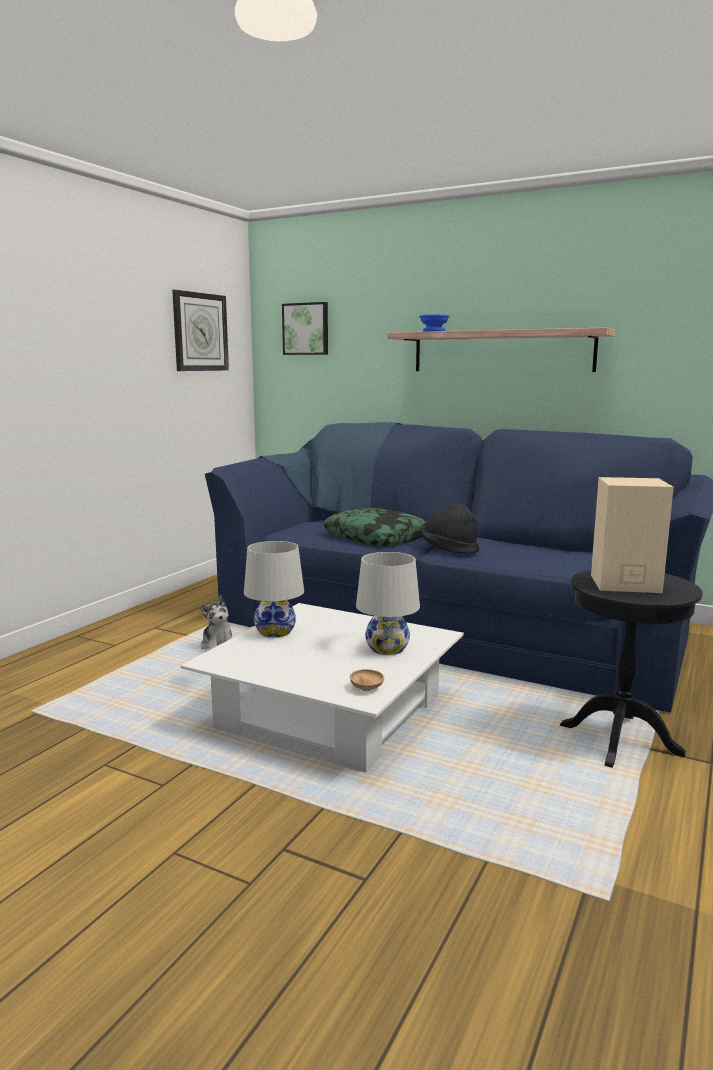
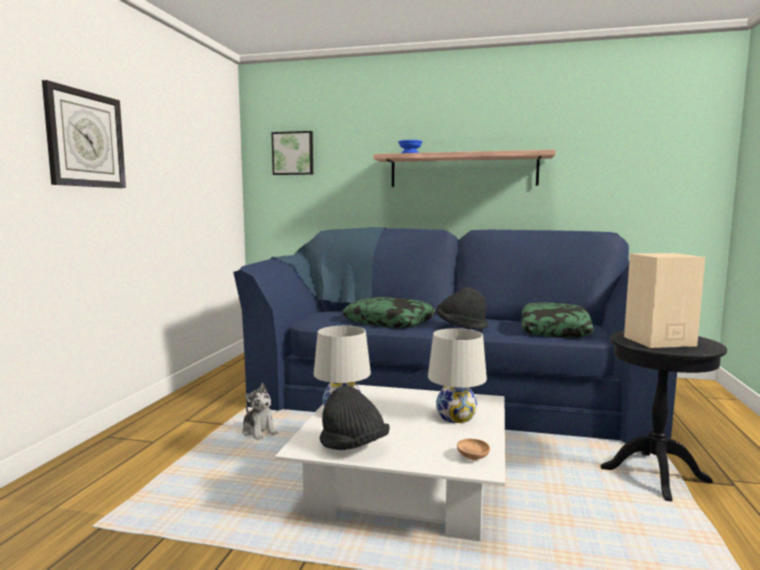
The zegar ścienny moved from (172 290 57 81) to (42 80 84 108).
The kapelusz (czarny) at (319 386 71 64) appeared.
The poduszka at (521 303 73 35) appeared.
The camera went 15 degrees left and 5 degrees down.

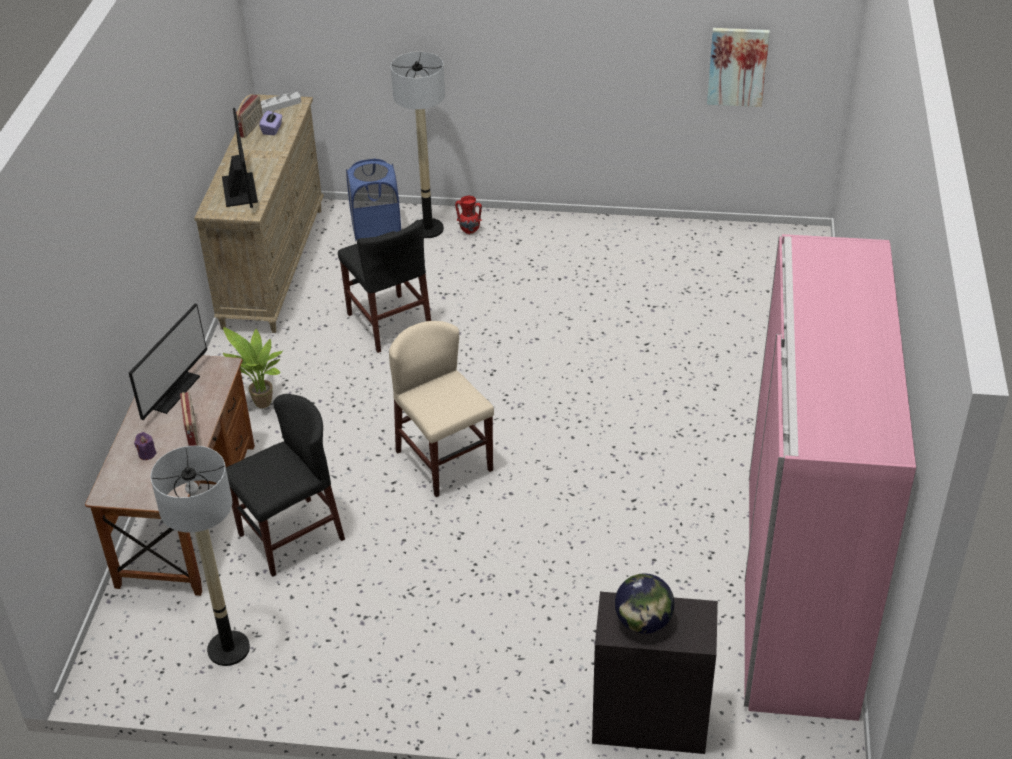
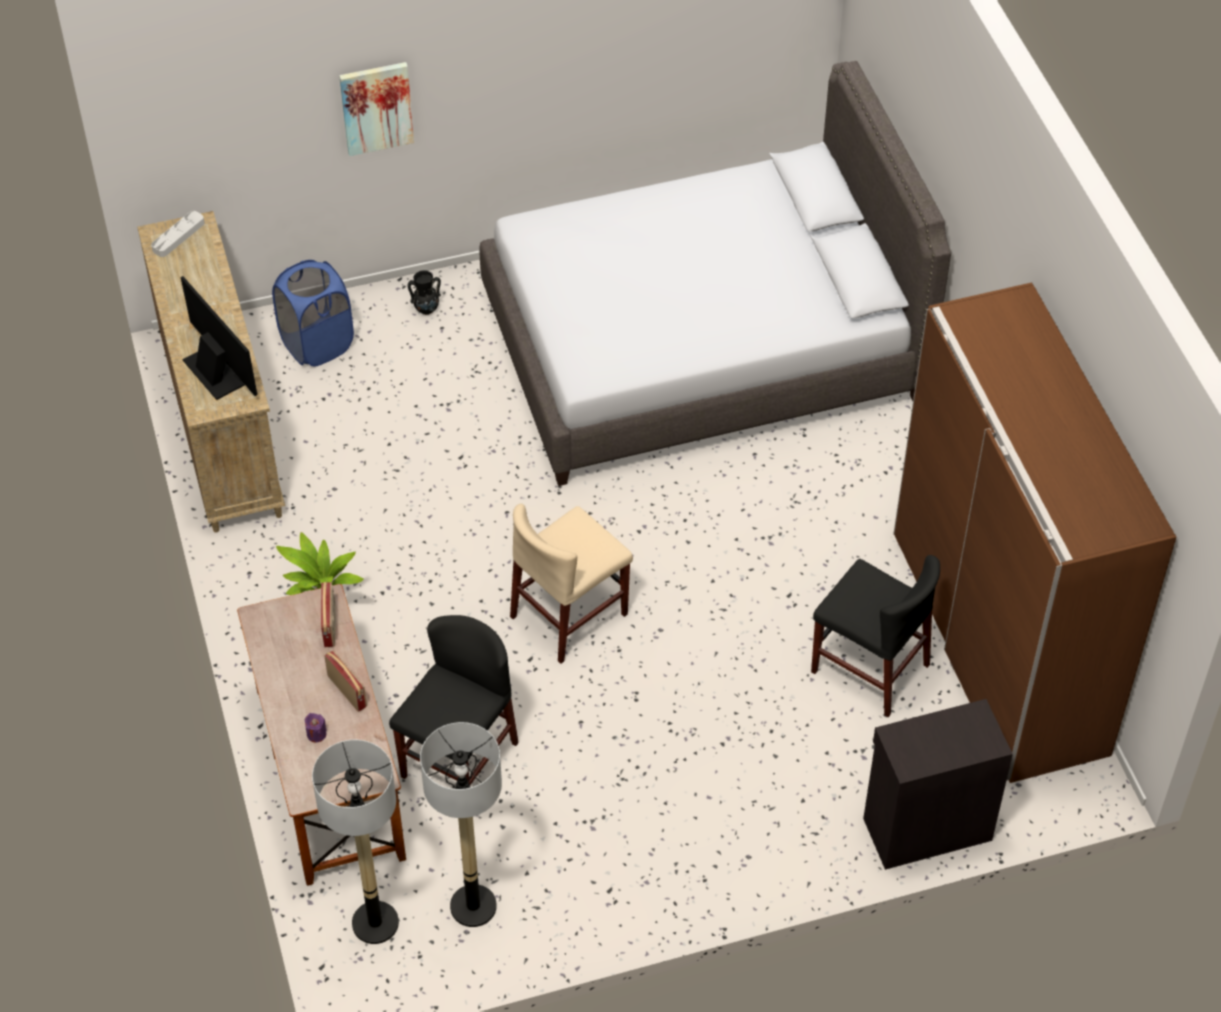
The lampa stojąca moved from (391 52 54 186) to (312 740 87 204).
The radio moved from (236 94 27 44) to (321 582 14 65).
The obraz moved from (707 28 63 79) to (339 62 75 94).
The wazon (czerwony) at (455 196 27 38) became the wazon (czarny) at (408 270 33 45).
The łóżko (szary) at (479 61 472 425) appeared.
The krzesło (beżowy) at (389 321 105 176) turned 75 degrees counterclockwise.
The krzesło (czarny) moved from (338 220 93 133) to (811 555 129 162).
The szafa (różowy) at (744 234 172 487) became the szafa (brązowy) at (893 282 283 501).
The monitor at (129 304 78 116) disappeared.
The pudełko chusteczek (fioletowy) at (259 110 24 25) disappeared.
The globus at (615 573 60 61) disappeared.
The camera went 25 degrees left and 10 degrees up.

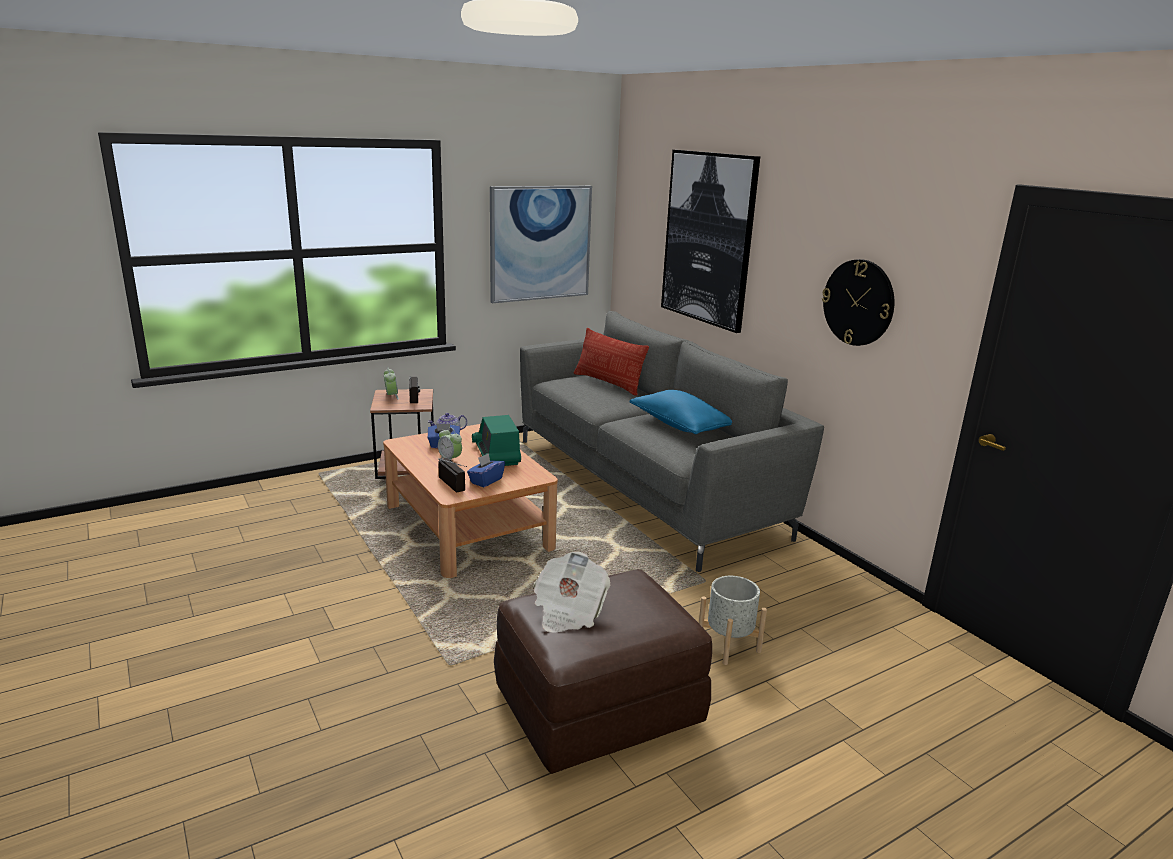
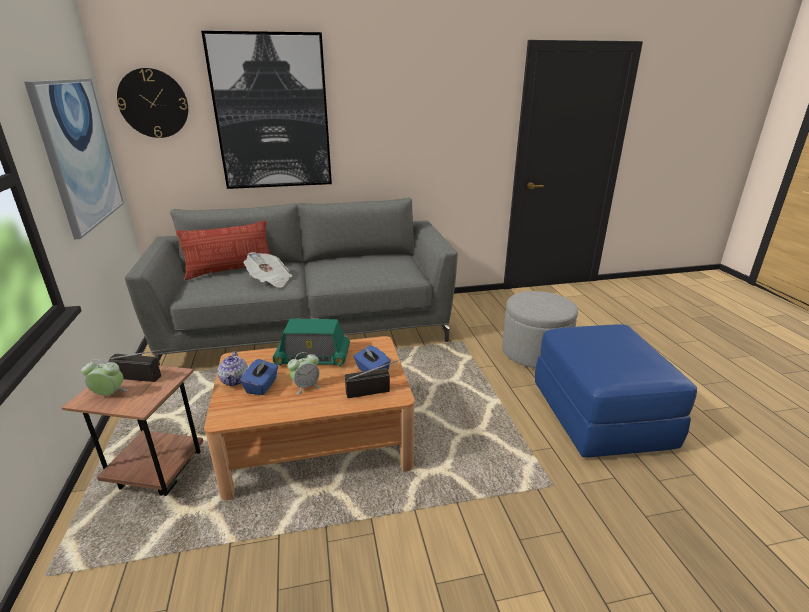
The zegar ścienny moved from (822 259 72 87) to (117 68 71 70).
The gazeta moved from (533 551 77 82) to (244 252 48 36).
The donica (szary) at (699 576 68 89) was replaced by the pufa (szary) at (502 291 76 77).
The pufa (brązowy) at (494 569 218 205) became the pufa (niebieski) at (535 324 162 133).
The poduszka (niebieski) at (629 390 103 44) disappeared.
The camera went 70 degrees left and 5 degrees up.

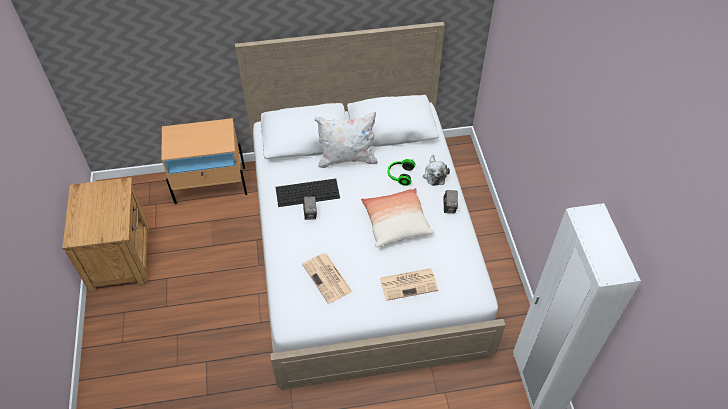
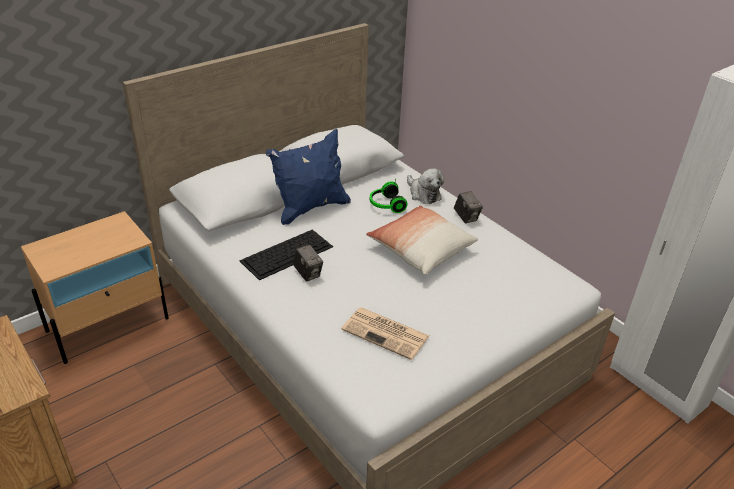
The poduszka (biały) at (314 112 64 56) became the poduszka (niebieski) at (266 129 85 96).
The gazeta at (380 268 59 33) disappeared.
The camera went 30 degrees left and 15 degrees down.

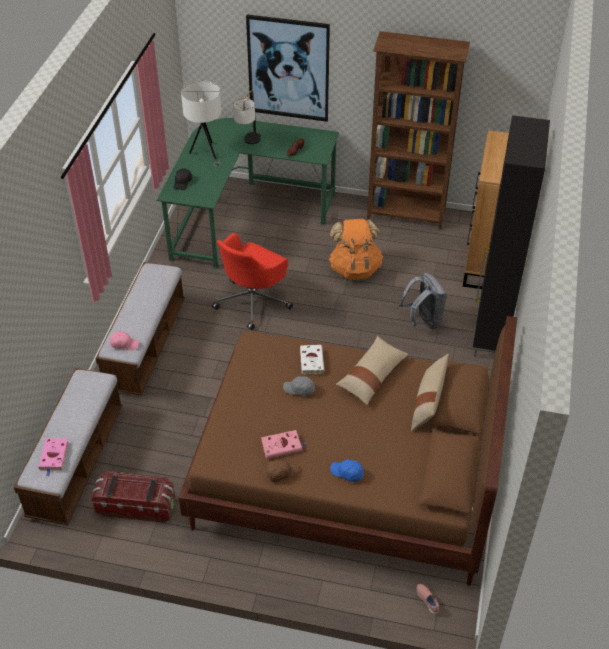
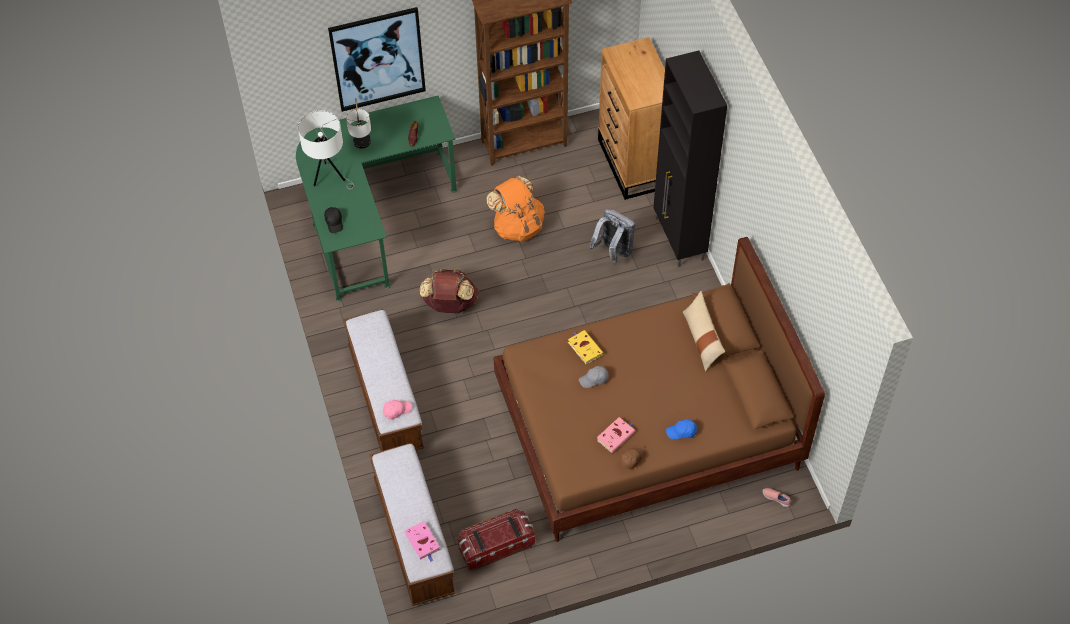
The krzesło biurowe (czerwony) at (212 233 81 97) was replaced by the plecak (brązowy) at (420 269 59 44).
The książka (biały) at (300 344 24 30) became the książka (żółty) at (568 330 36 35).
The poduszka (beżowy) at (336 336 72 69) disappeared.
The camera went 30 degrees left and 10 degrees up.

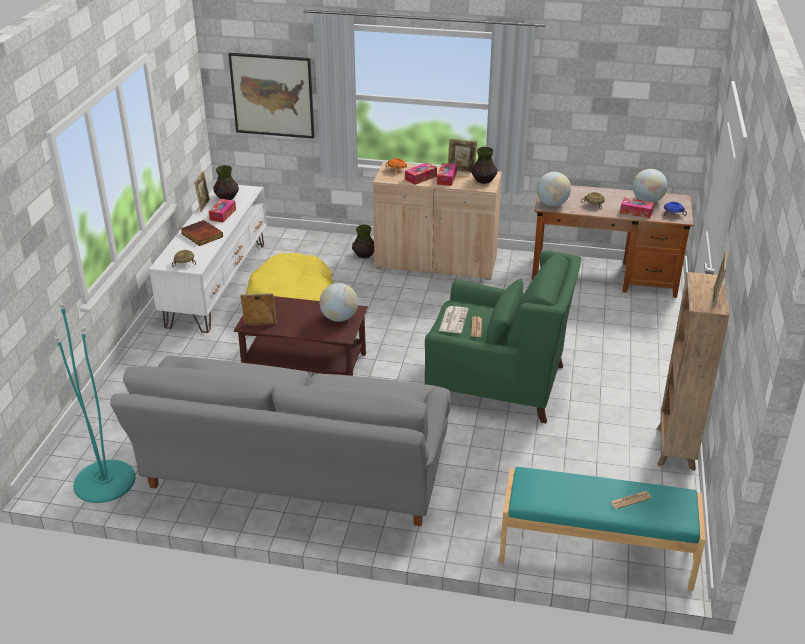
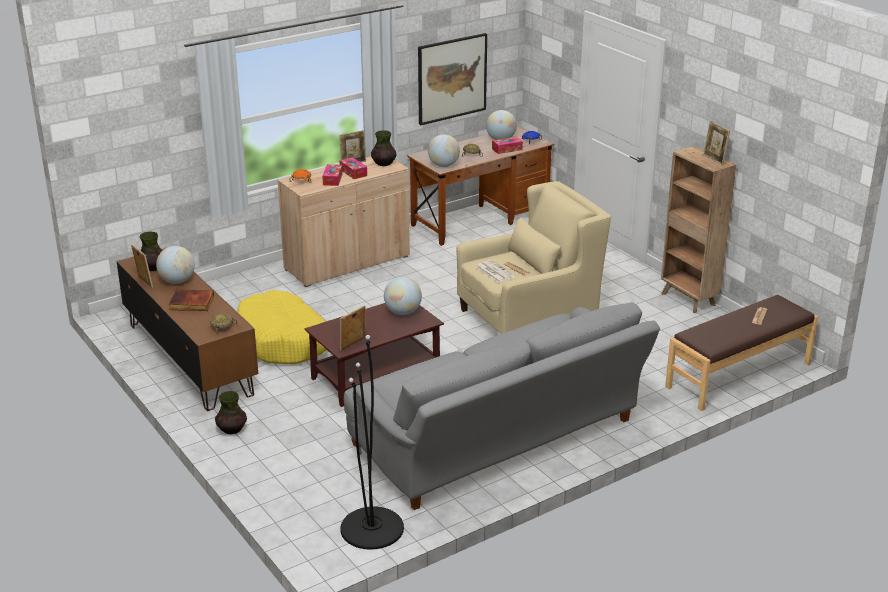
The szafka pod telewizor (biały) at (149 185 118 148) became the szafka pod telewizor (brązowy) at (117 248 141 163).
The pudełko chusteczek at (209 199 27 24) was replaced by the globus at (156 246 39 38).
The wazon moved from (352 225 22 33) to (215 391 32 43).
The lampa stojąca (turkusowy) at (54 303 82 200) became the lampa stojąca (czarny) at (340 335 64 215).
The obraz moved from (228 53 87 86) to (418 33 69 92).
The fotel (zielony) at (425 250 156 173) became the fotel (beżowy) at (456 181 155 153).
The ławka (turkusowy) at (499 467 207 124) became the ławka (brązowy) at (665 295 153 116).
The camera went 45 degrees left and 5 degrees down.

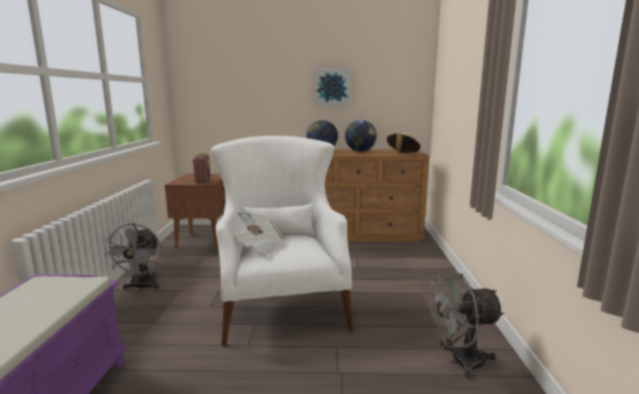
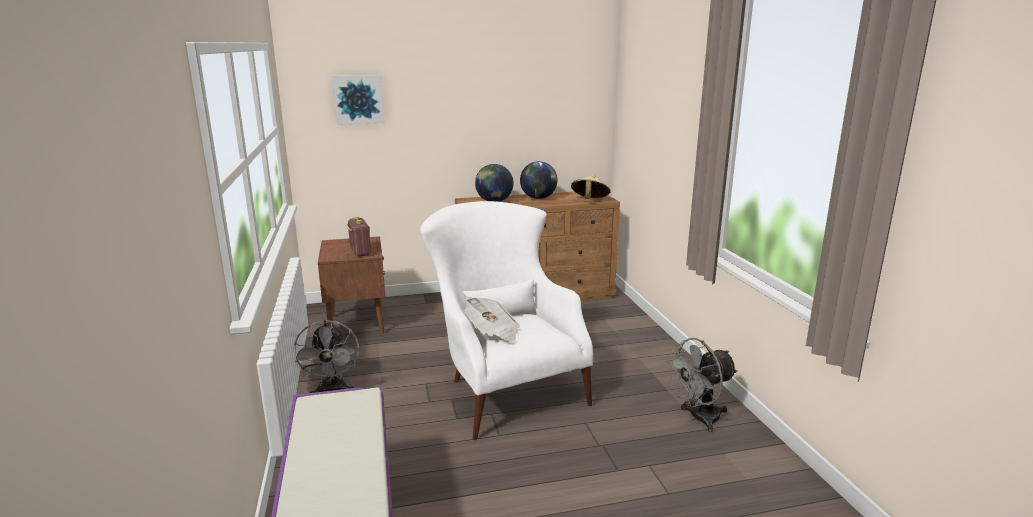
The obraz moved from (315 68 36 37) to (332 75 52 50).
The camera went 15 degrees left and 5 degrees up.

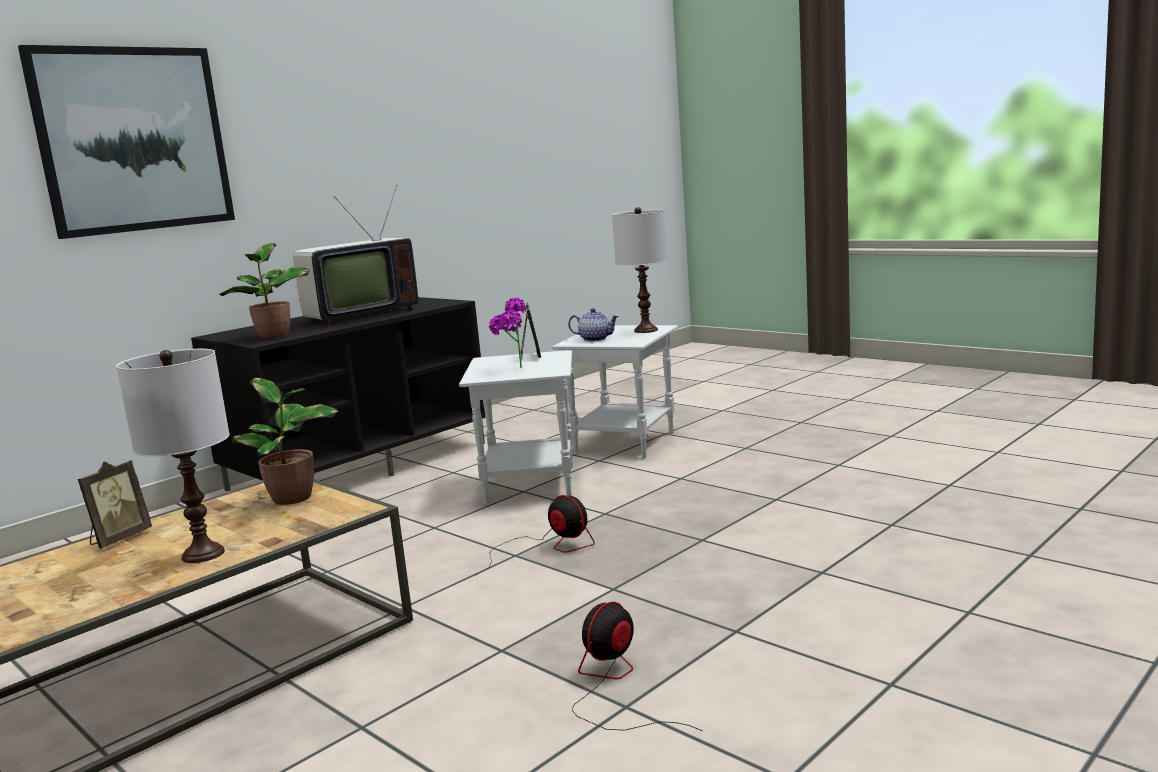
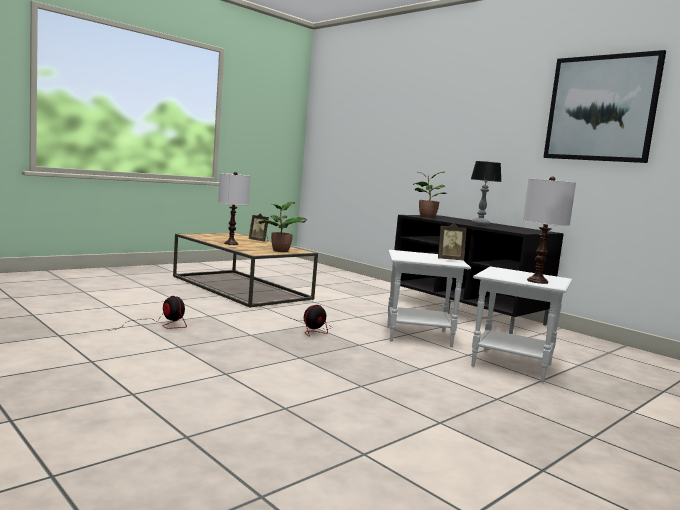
The telewizor at (293 185 125 141) was replaced by the lampa stołowa at (471 161 30 64).
The obraz moved from (18 45 217 194) to (543 50 123 113).
The roślina doniczkowa at (489 298 37 70) disappeared.
The imbryk at (568 308 51 33) disappeared.
The camera went 90 degrees right and 5 degrees down.

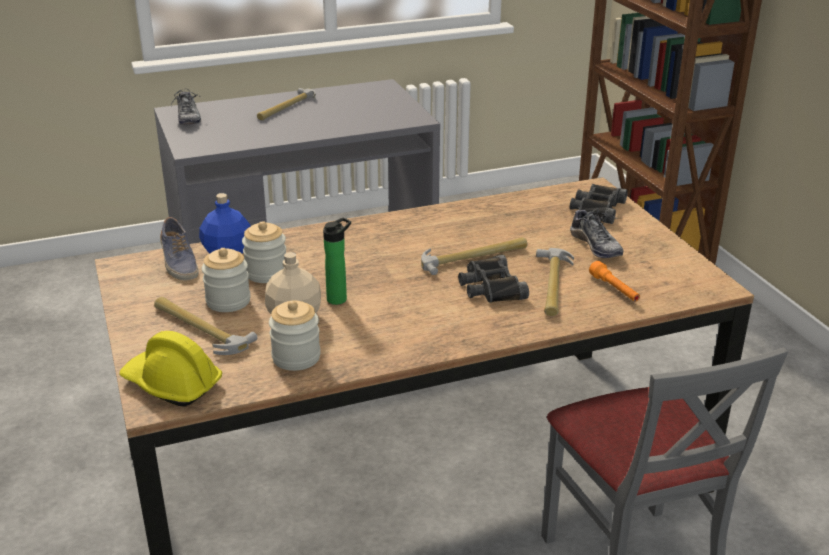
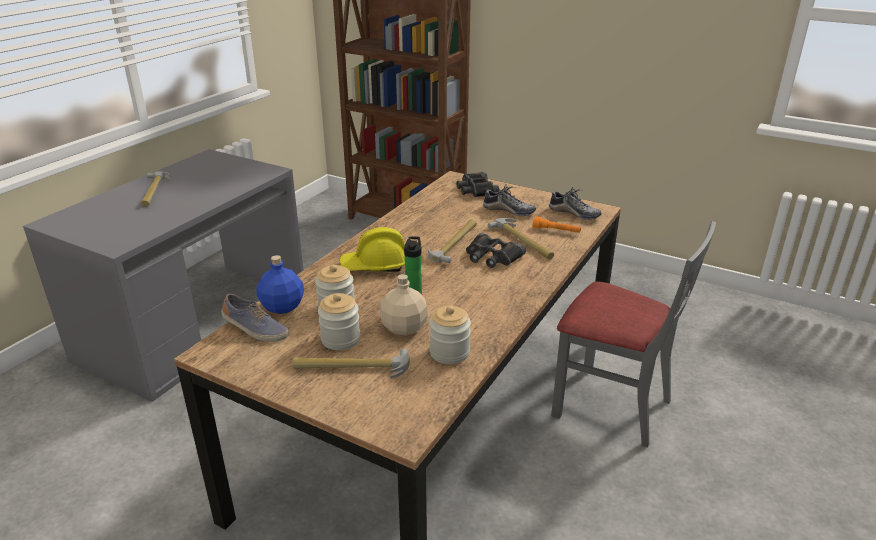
The kask (żółty) moved from (120 331 102 76) to (340 227 65 45).
The but moved from (171 89 31 36) to (549 187 53 33).
The camera went 40 degrees left and 0 degrees up.

